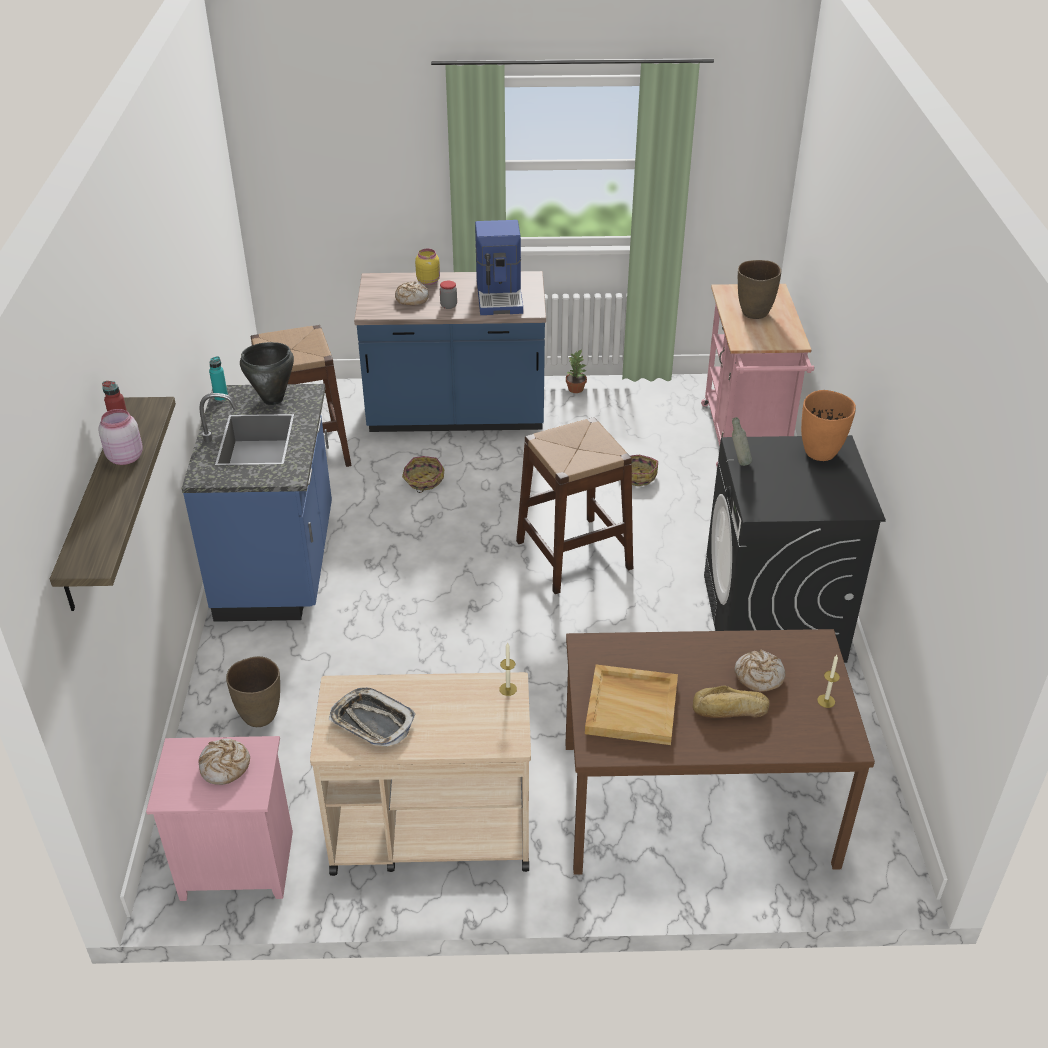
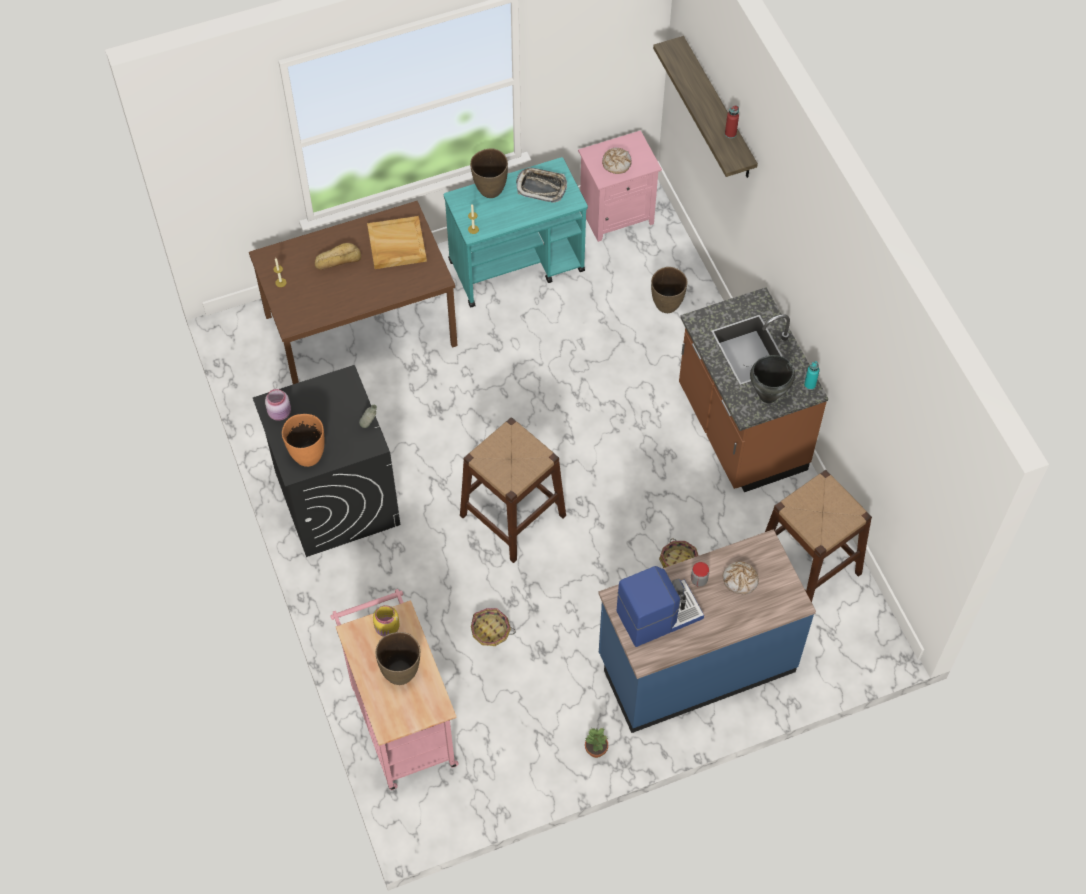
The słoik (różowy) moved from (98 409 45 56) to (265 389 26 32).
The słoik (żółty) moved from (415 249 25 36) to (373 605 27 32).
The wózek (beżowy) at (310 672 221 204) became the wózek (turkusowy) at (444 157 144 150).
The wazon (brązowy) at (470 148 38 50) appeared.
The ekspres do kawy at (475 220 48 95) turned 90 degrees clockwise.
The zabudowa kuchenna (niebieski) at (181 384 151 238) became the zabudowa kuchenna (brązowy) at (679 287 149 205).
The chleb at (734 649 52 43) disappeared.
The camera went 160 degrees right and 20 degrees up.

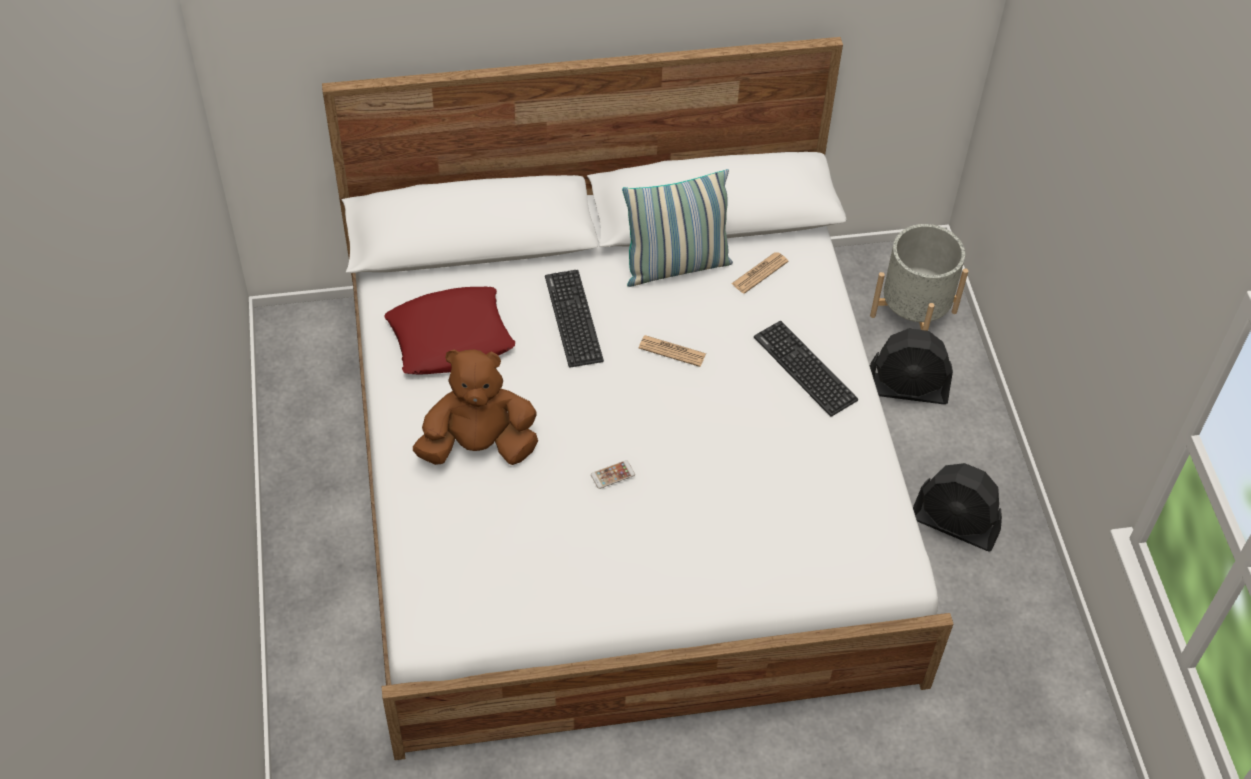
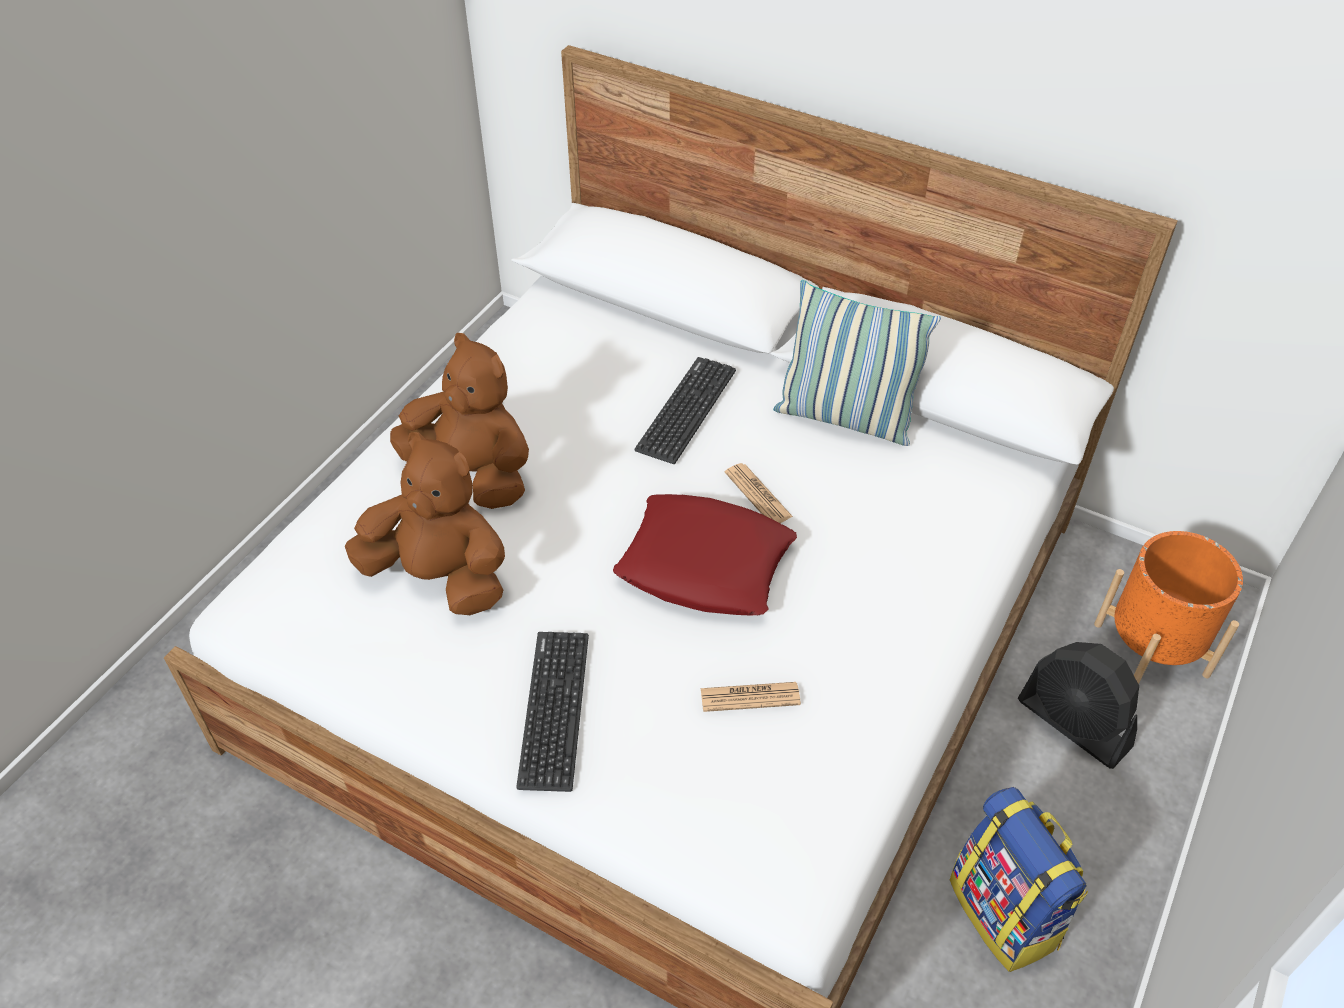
The pluszak (brązowy) at (345 432 160 183) appeared.
The klawiatura moved from (754 321 104 95) to (516 632 73 160).
The poduszka (czerwony) moved from (384 287 131 87) to (613 494 184 122).
The gazeta moved from (731 252 57 42) to (701 682 100 30).
The wentylator (czarny) at (913 463 89 88) was replaced by the plecak at (950 787 138 185).
The donica (szary) at (870 224 98 107) became the donica (pomarańczowy) at (1094 531 149 153).
The telefon at (591 460 44 29) disappeared.
The camera went 40 degrees right and 5 degrees down.

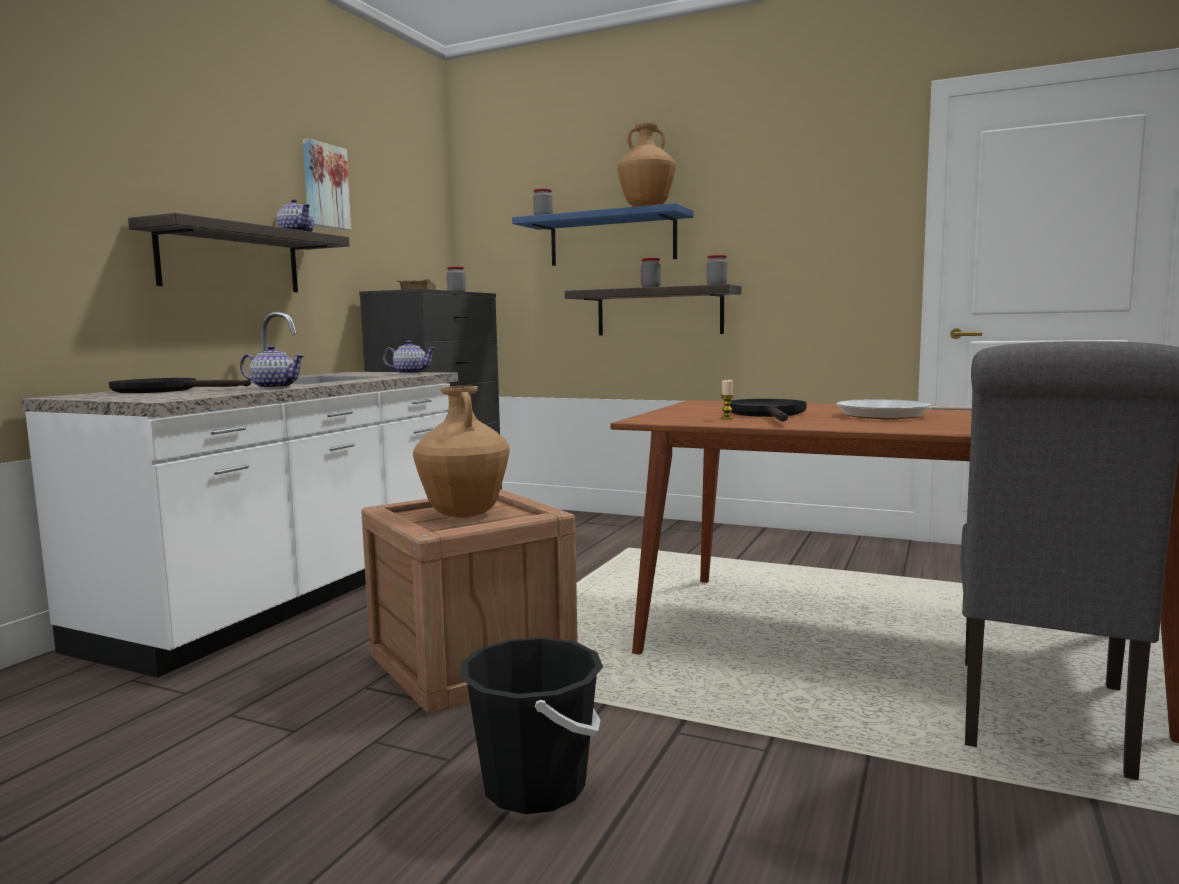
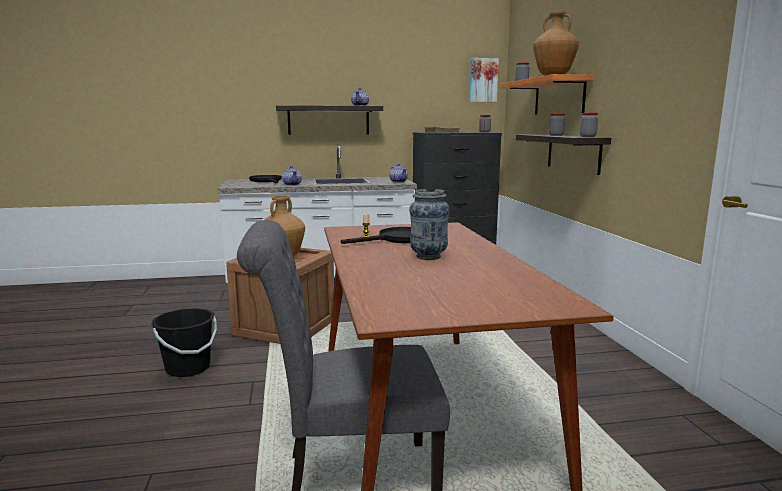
The patelnia at (837 399 135 20) was replaced by the wazon at (409 189 41 71).
The obraz moved from (303 138 48 92) to (470 58 29 44).
The półka (niebieski) at (512 203 182 63) became the półka (pomarańczowy) at (499 74 95 41).
The camera went 55 degrees right and 5 degrees up.

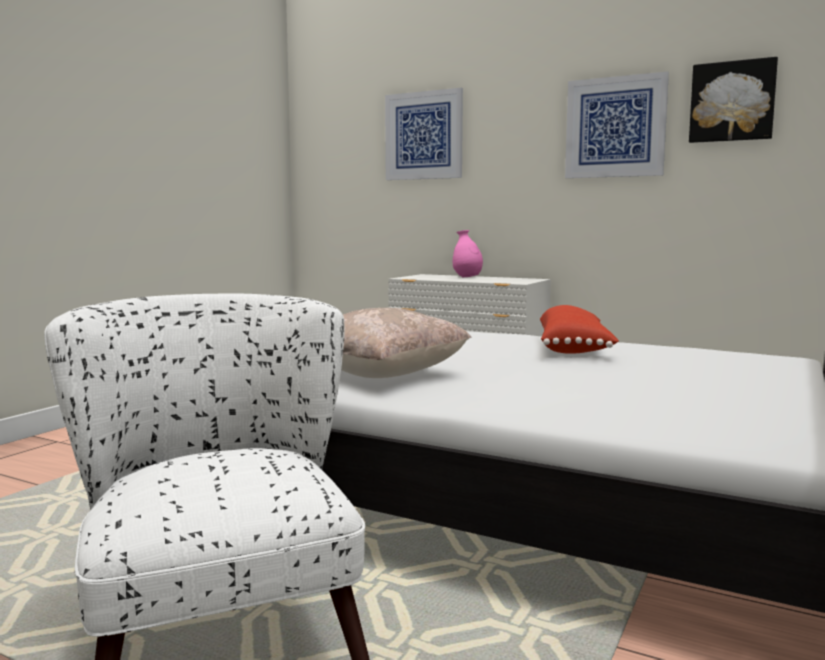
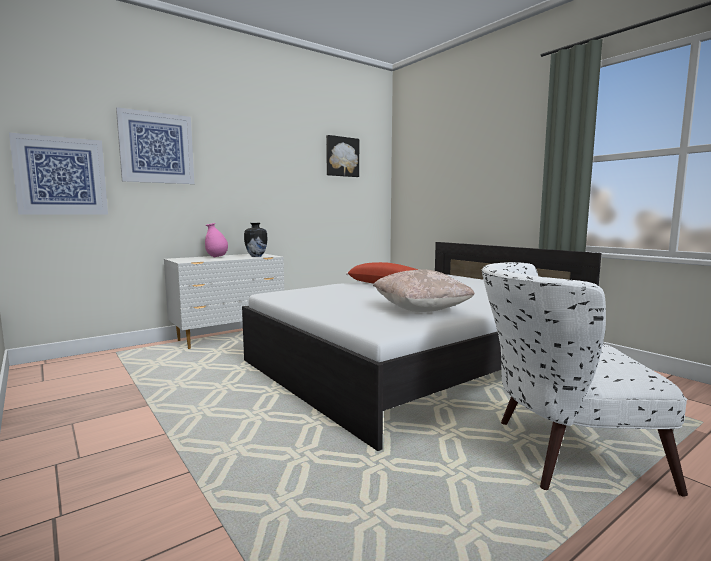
The obraz moved from (565 71 104 107) to (9 133 99 81).
The wazon at (244 223 24 34) appeared.
The camera went 65 degrees left and 0 degrees up.

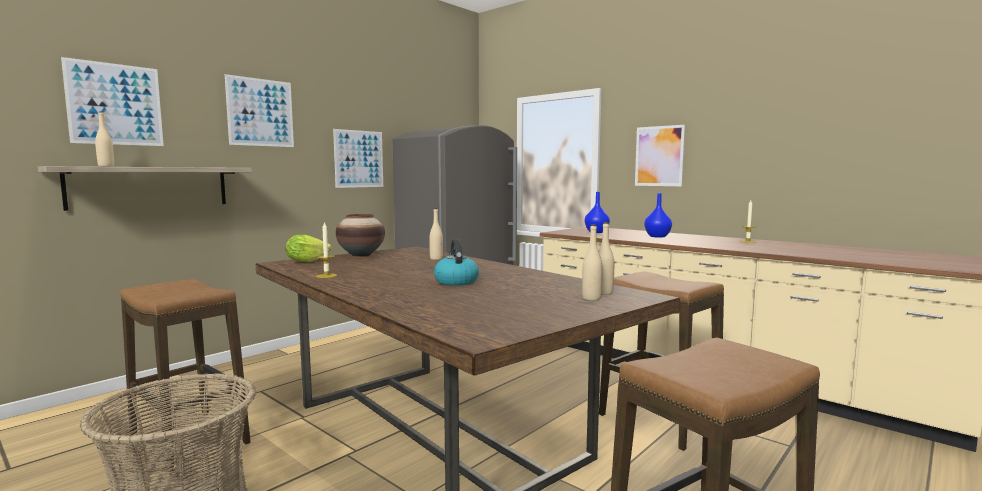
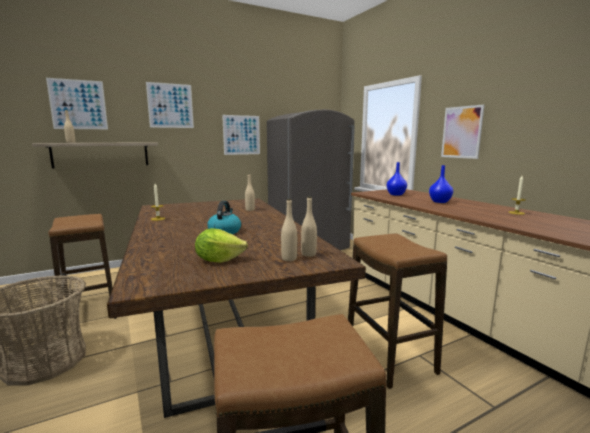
The sałata moved from (285 234 46 28) to (195 228 53 35).
The wazon at (336 214 49 43) disappeared.
The camera went 20 degrees right and 5 degrees up.

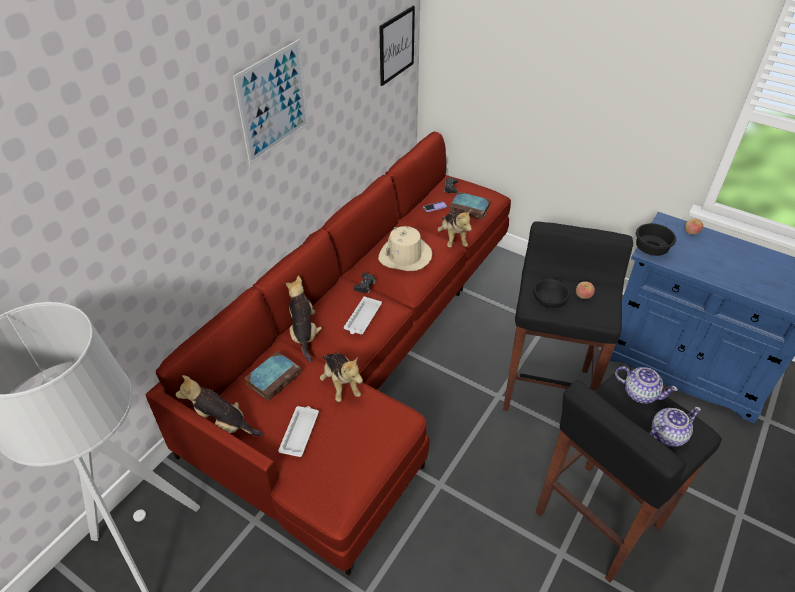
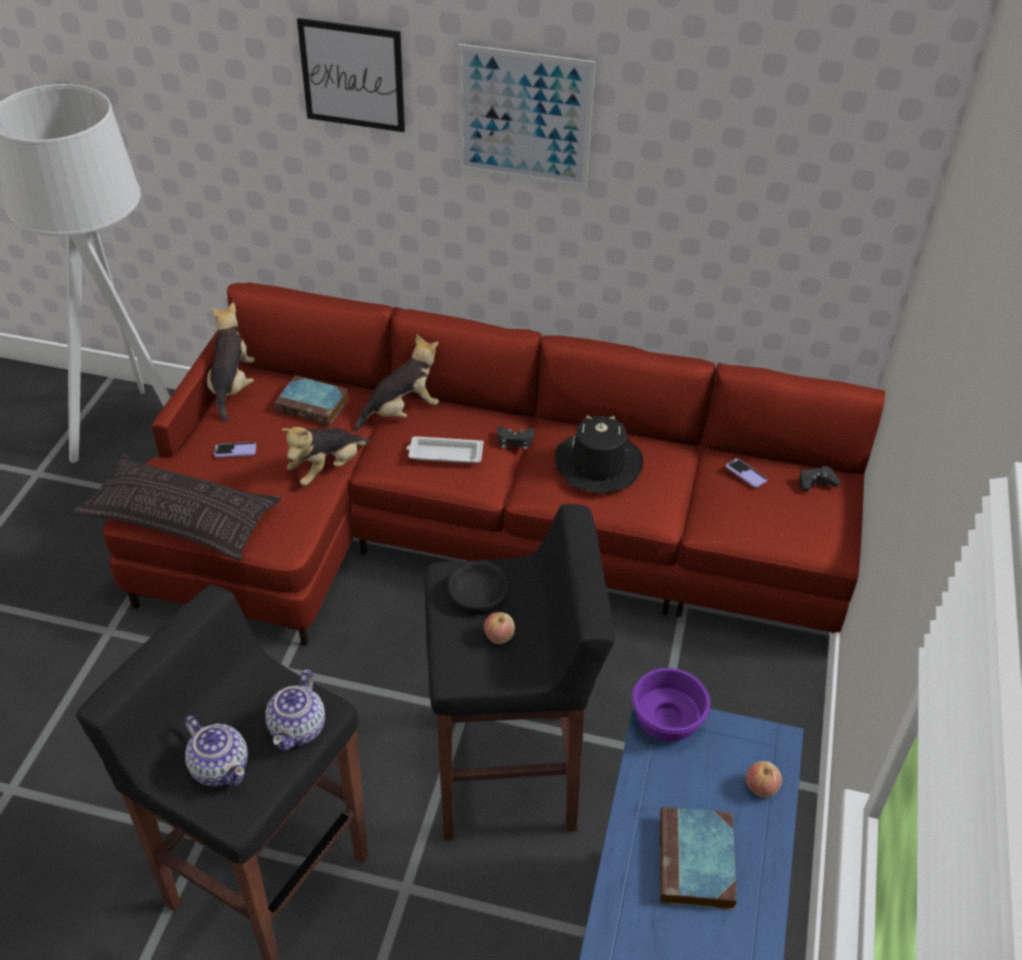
The poduszka at (72 455 209 106) appeared.
The taca (biały) at (278 406 41 51) was replaced by the telefon at (214 442 42 16).
The obraz moved from (379 6 36 80) to (297 18 108 114).
The kapelusz (beżowy) at (378 226 54 45) became the kapelusz (czarny) at (555 415 88 79).
The miska (czarny) at (636 223 40 33) became the miska (fioletowy) at (632 668 78 74).
The książka moved from (449 192 42 28) to (660 806 77 104).
The pluszak at (438 210 34 37) disappeared.
The camera went 70 degrees right and 0 degrees up.

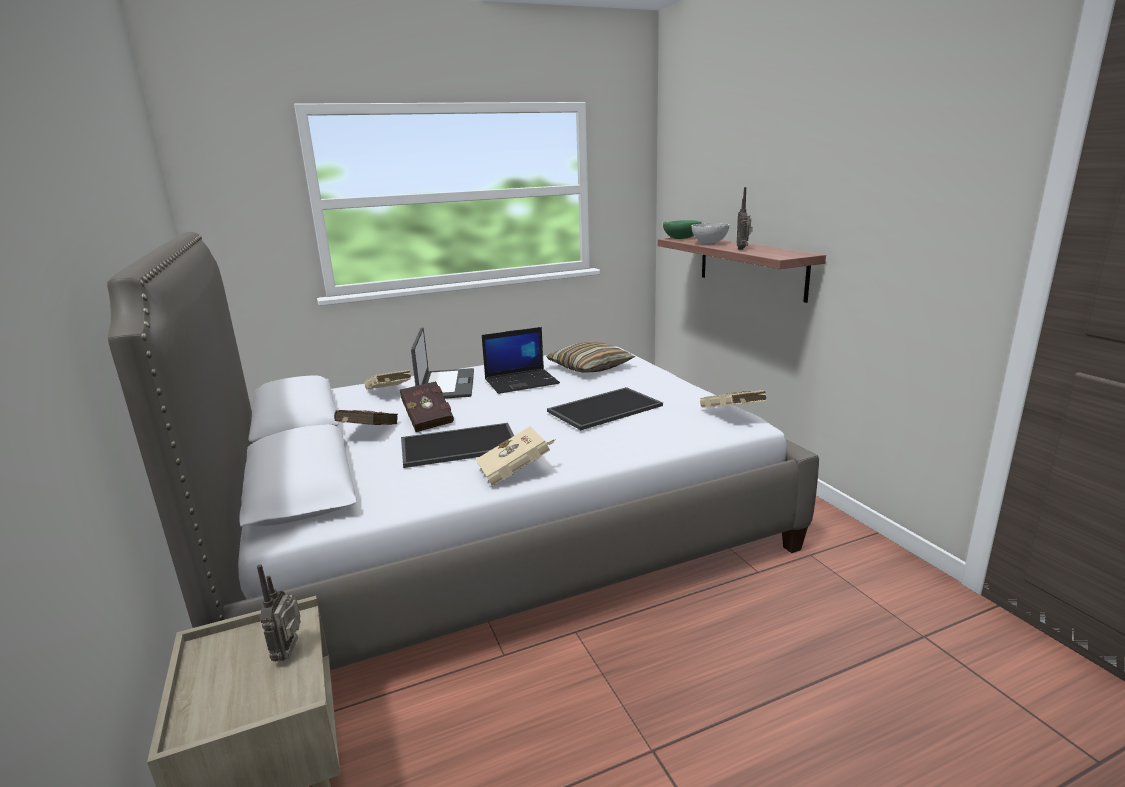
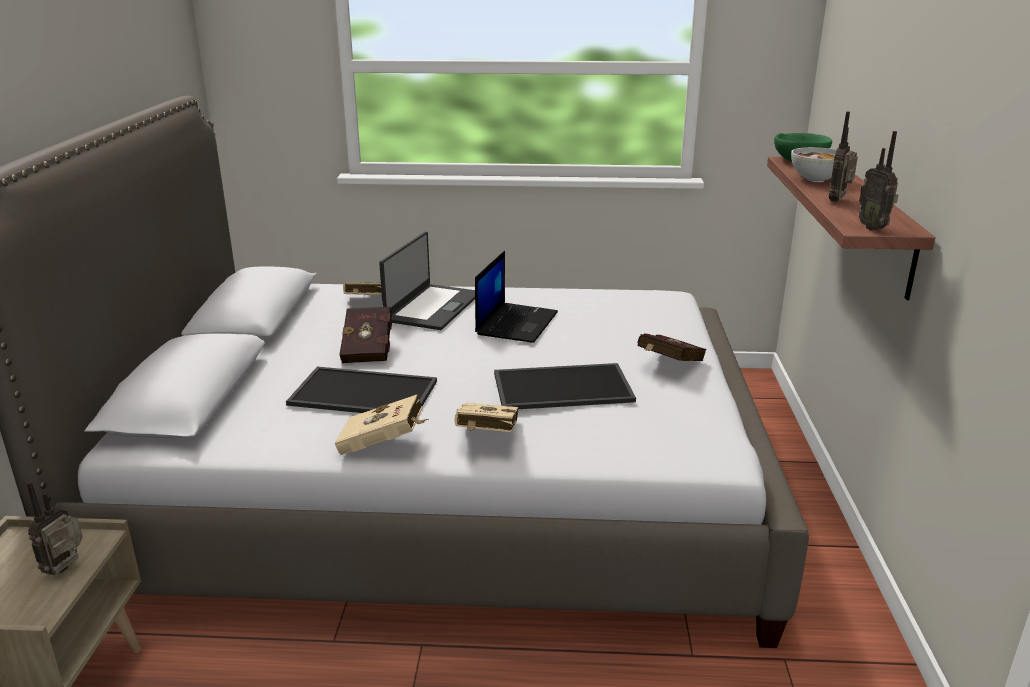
The książka (beżowy) moved from (700 390 67 18) to (455 403 63 29).
The laptop at (482 327 78 67) turned 75 degrees counterclockwise.
The książka (czerwony) moved from (334 410 64 15) to (637 334 69 27).
The radio at (859 131 39 100) appeared.
The poduszka at (546 342 89 31) disappeared.
The camera went 25 degrees right and 5 degrees up.

